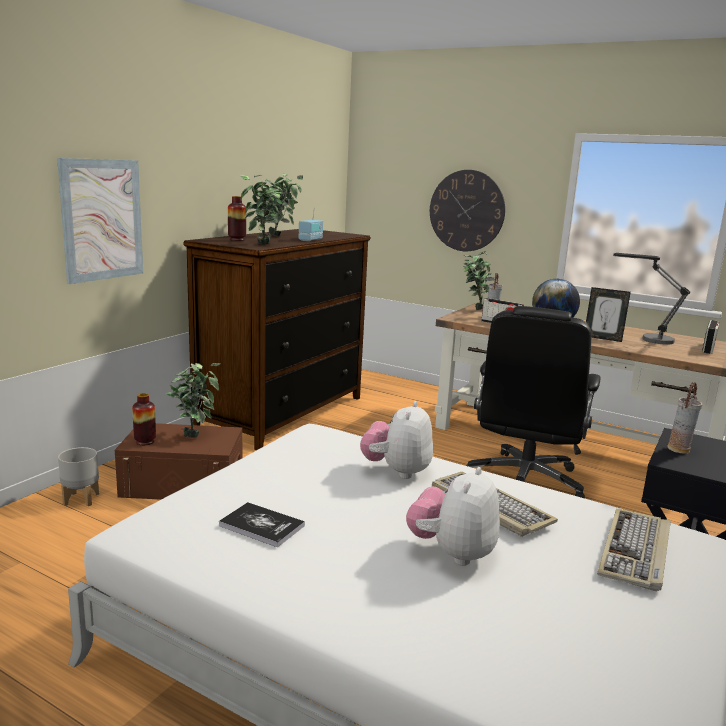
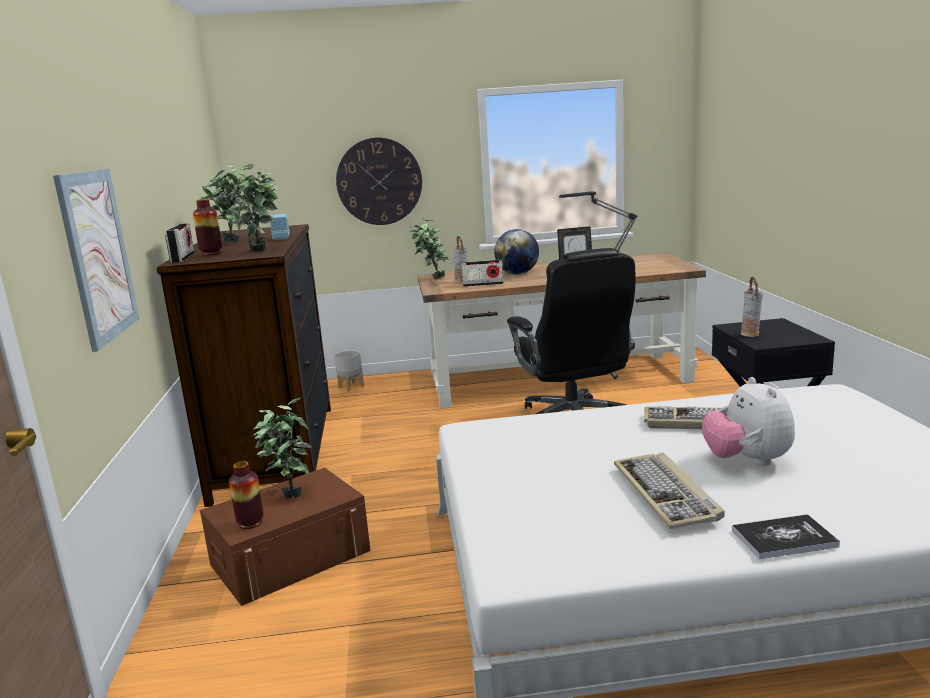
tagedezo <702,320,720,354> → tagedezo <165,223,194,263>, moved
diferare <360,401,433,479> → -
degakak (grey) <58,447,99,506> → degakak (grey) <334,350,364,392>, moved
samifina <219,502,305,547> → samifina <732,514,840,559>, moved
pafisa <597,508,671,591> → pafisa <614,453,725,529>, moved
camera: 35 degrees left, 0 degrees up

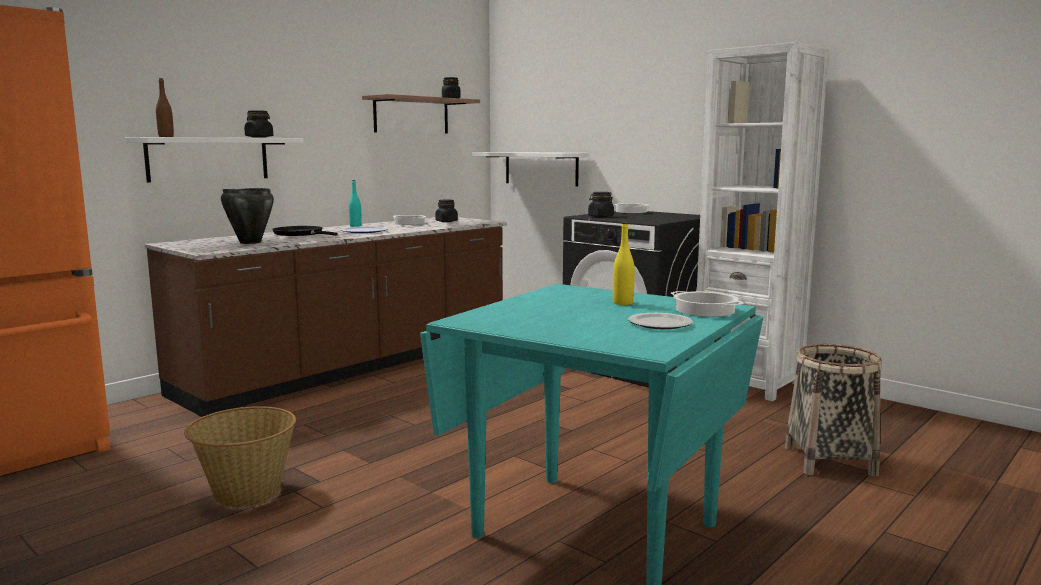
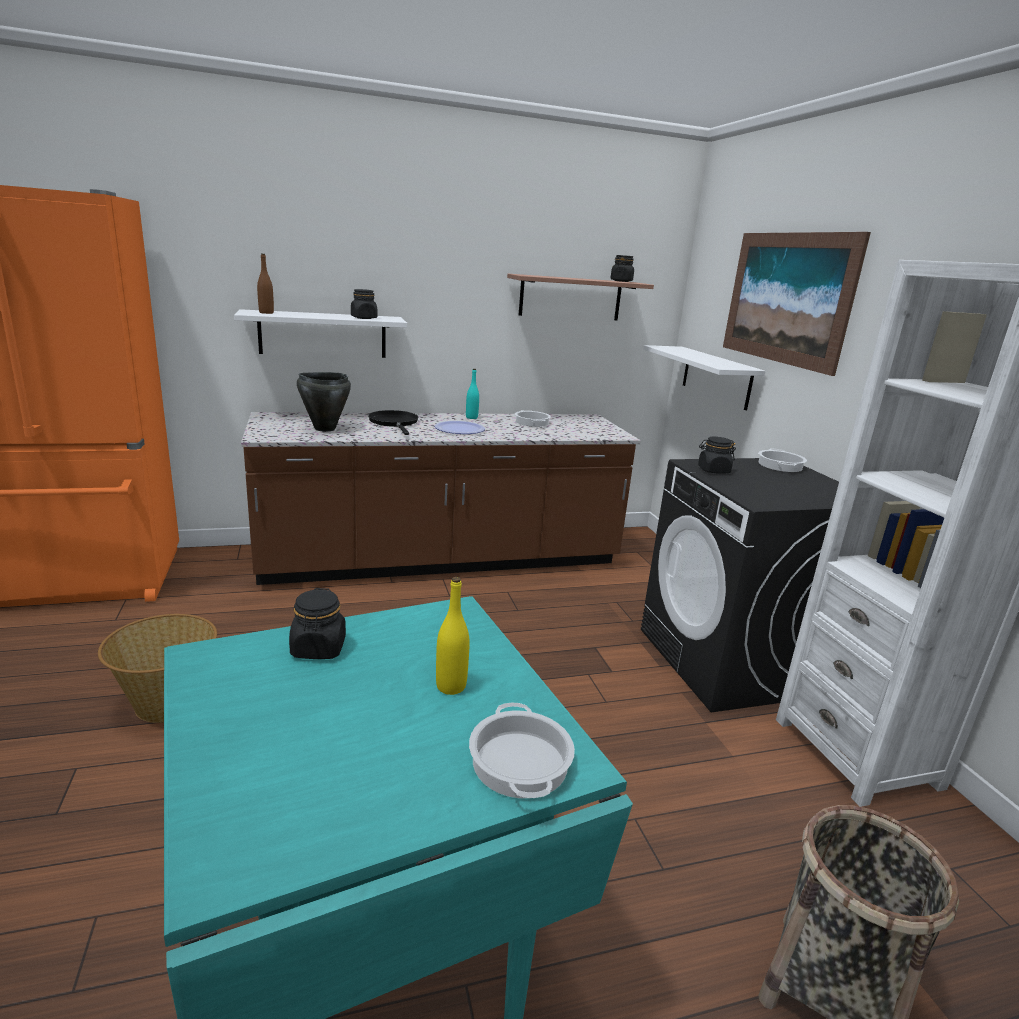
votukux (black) <435,200,458,222> → votukux (black) <289,588,346,659>, moved
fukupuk <628,313,693,329> → -
- → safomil <723,232,871,376>
camera: 30 degrees right, 10 degrees up

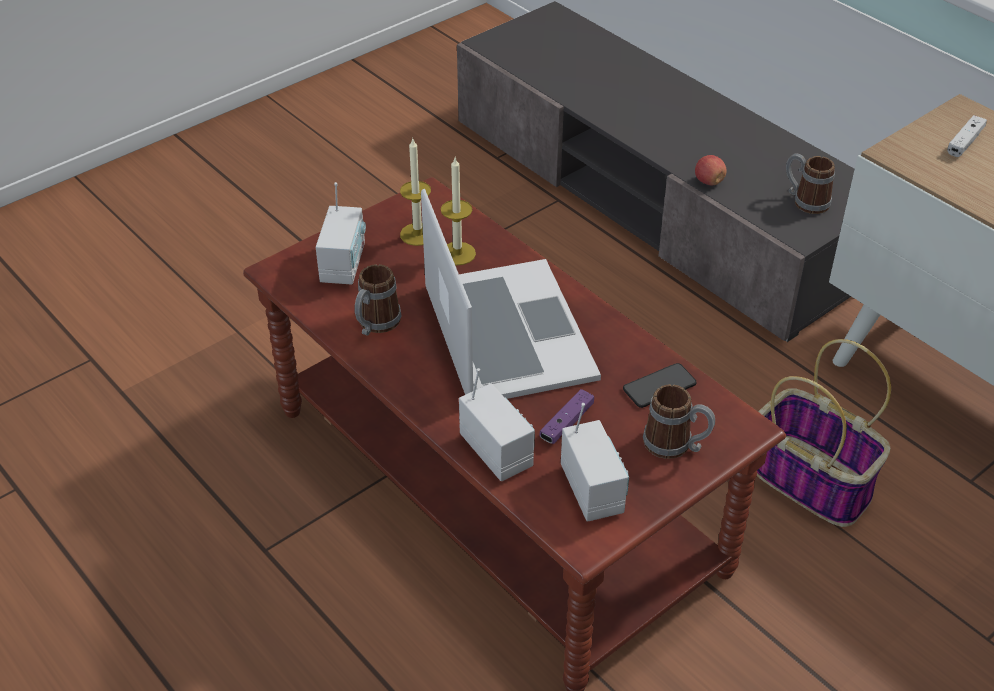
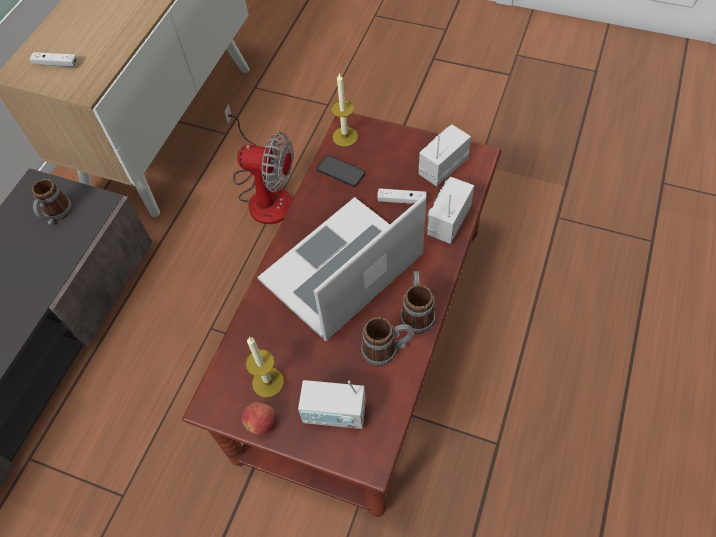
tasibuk <695,155,727,185> → tasibuk <242,402,275,435>, moved
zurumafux <441,157,476,266> → zurumafux <331,73,358,147>, moved
tagedezo <316,182,366,284> → tagedezo <298,380,366,429>, 150 degrees counterclockwise
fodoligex <757,339,891,527> → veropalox <224,104,293,224>
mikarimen <643,384,715,459> → mikarimen <400,271,435,334>, moved
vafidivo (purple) <539,389,594,444> → vafidivo (white) <377,188,427,204>
camera: 115 degrees left, 15 degrees up

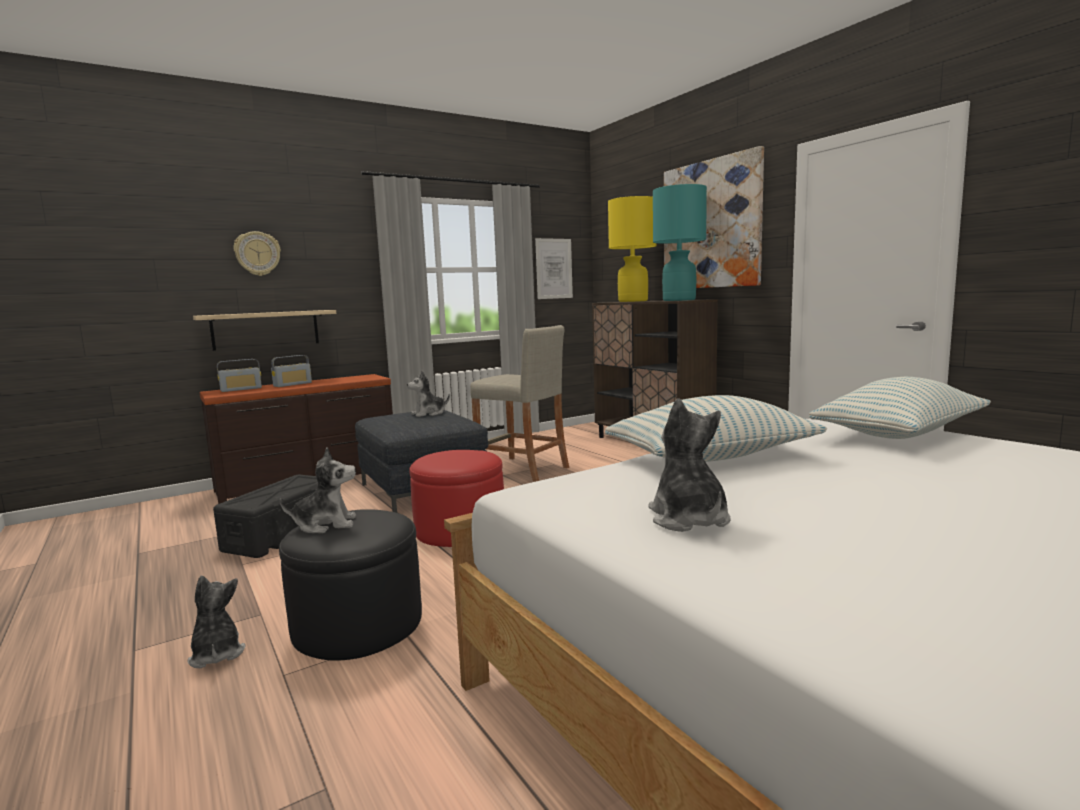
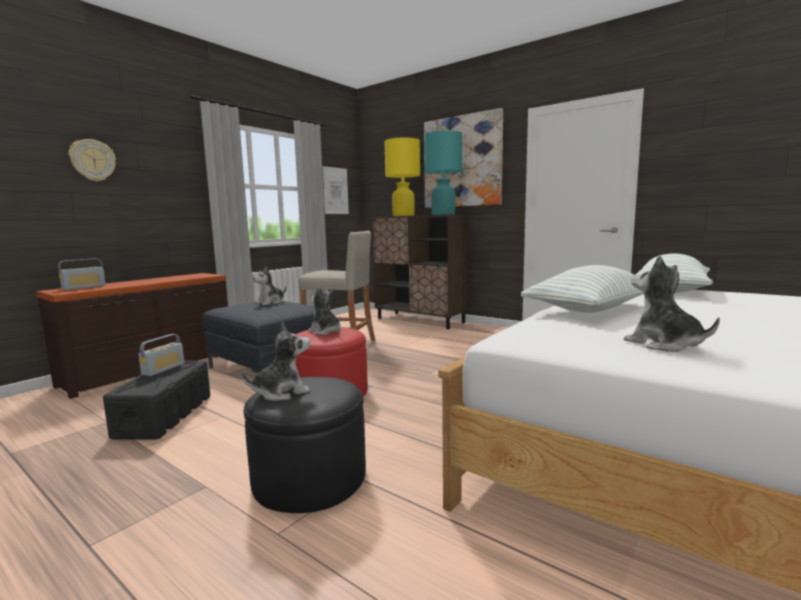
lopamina <193,310,336,351> → -
tagedezo <271,355,312,387> → tagedezo <139,334,184,376>, moved
diferare <187,576,246,668> → diferare <308,287,341,335>, moved
camera: 20 degrees left, 0 degrees up

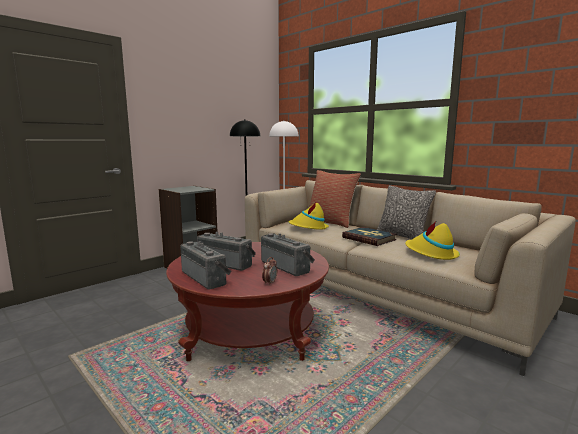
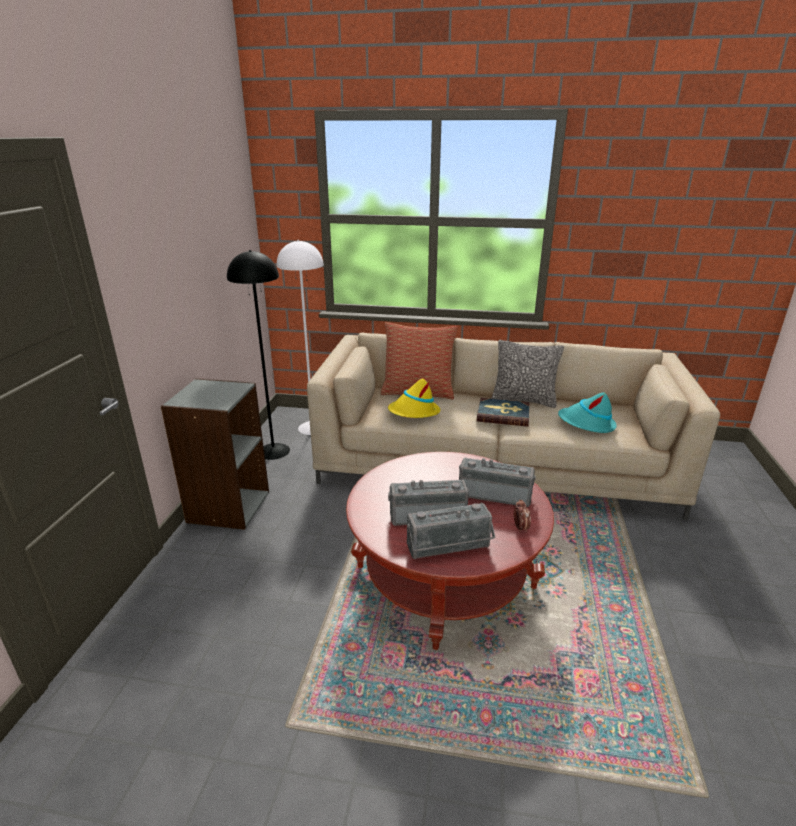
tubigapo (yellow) <405,222,460,260> → tubigapo (turquoise) <558,393,617,433>
tagedezo <180,241,232,290> → tagedezo <407,503,495,559>, 150 degrees clockwise
camera: 35 degrees left, 15 degrees up

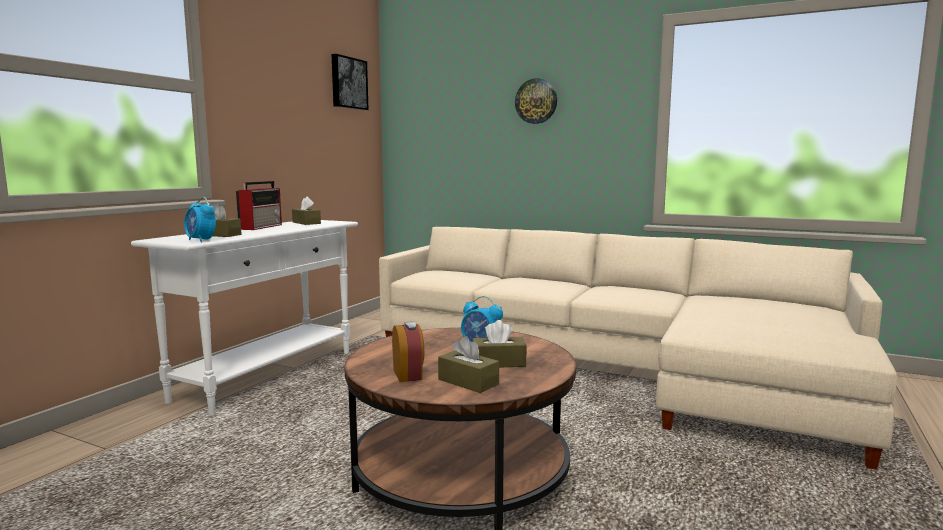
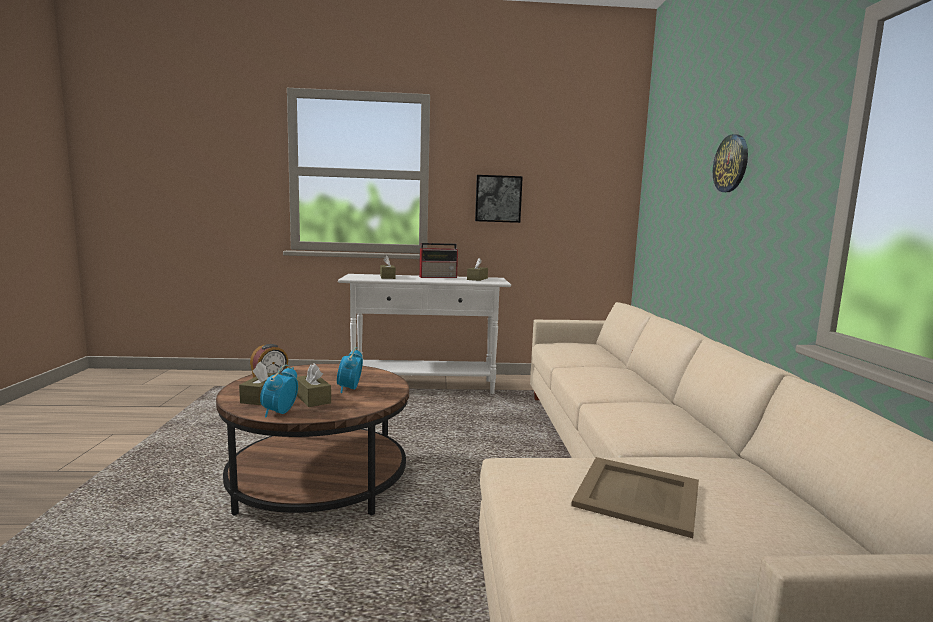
safomil <332,54,369,110> → safomil <475,175,523,223>, moved
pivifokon <184,197,216,243> → pivifokon <260,365,298,418>, moved
- → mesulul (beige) <571,457,699,538>
camera: 60 degrees right, 0 degrees up

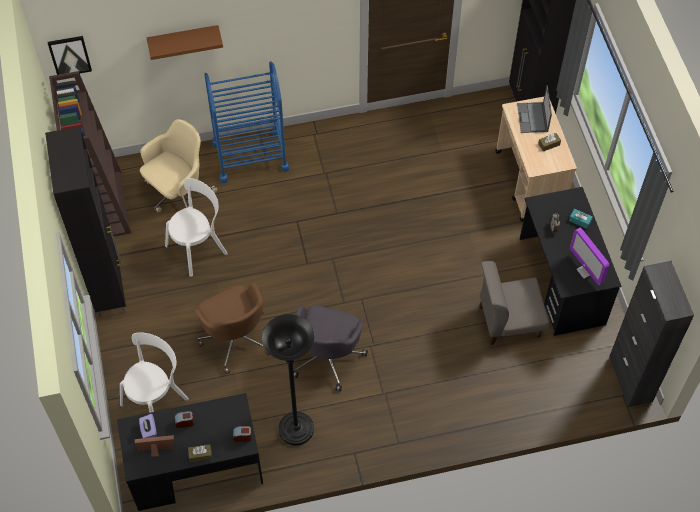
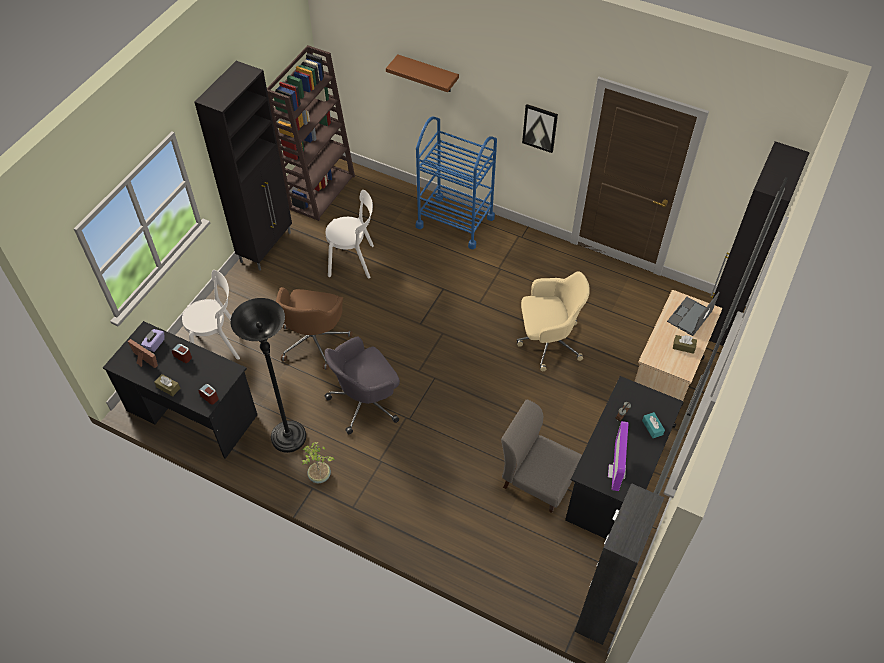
safomil <48,36,92,75> → safomil <522,104,558,153>, moved
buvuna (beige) <140,119,218,213> → buvuna (beige) <517,271,590,371>, moved
- → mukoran <302,442,335,483>
camera: 40 degrees right, 5 degrees down

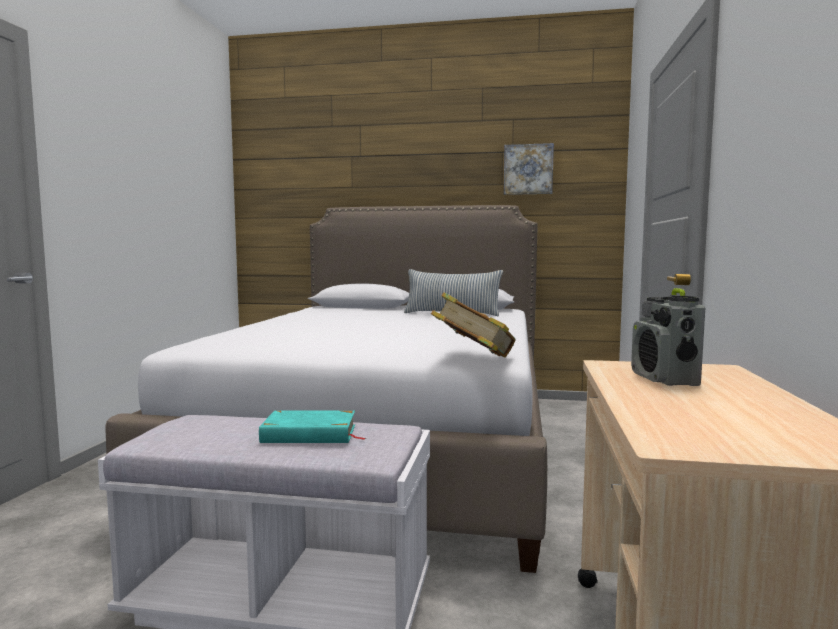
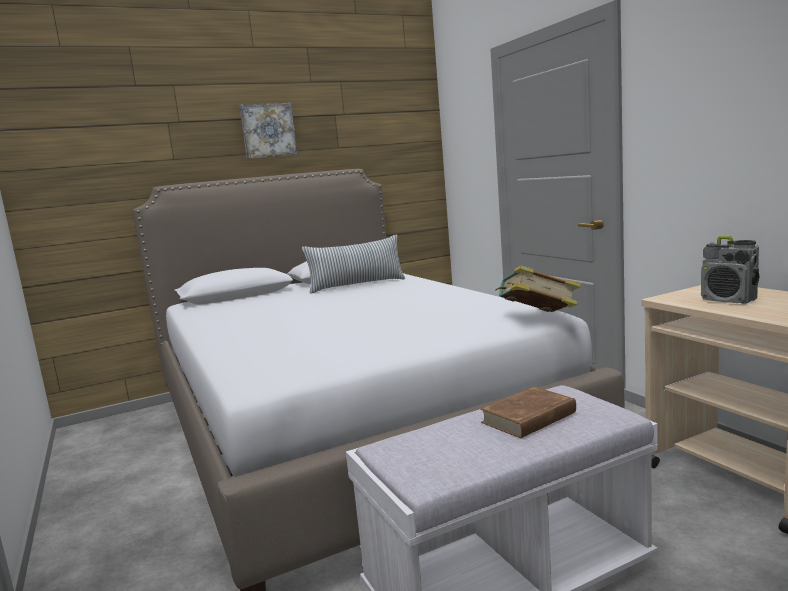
safomil <504,143,554,195> → safomil <240,103,298,159>, moved
samifina (turquoise) <259,411,366,443> → samifina (brown) <480,387,576,438>
camera: 35 degrees left, 5 degrees up

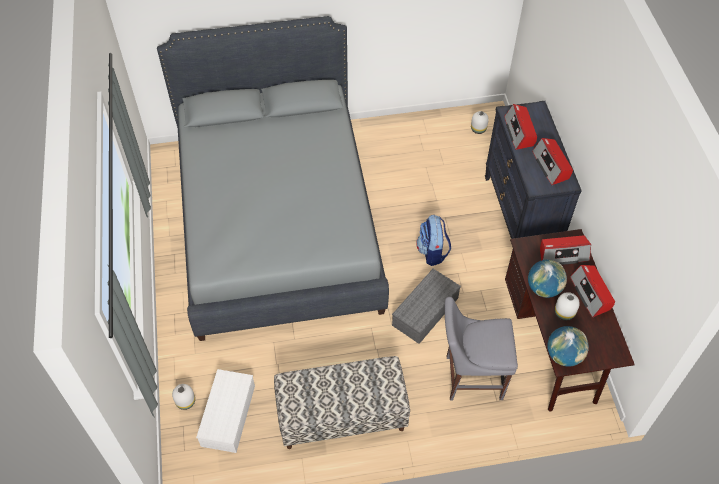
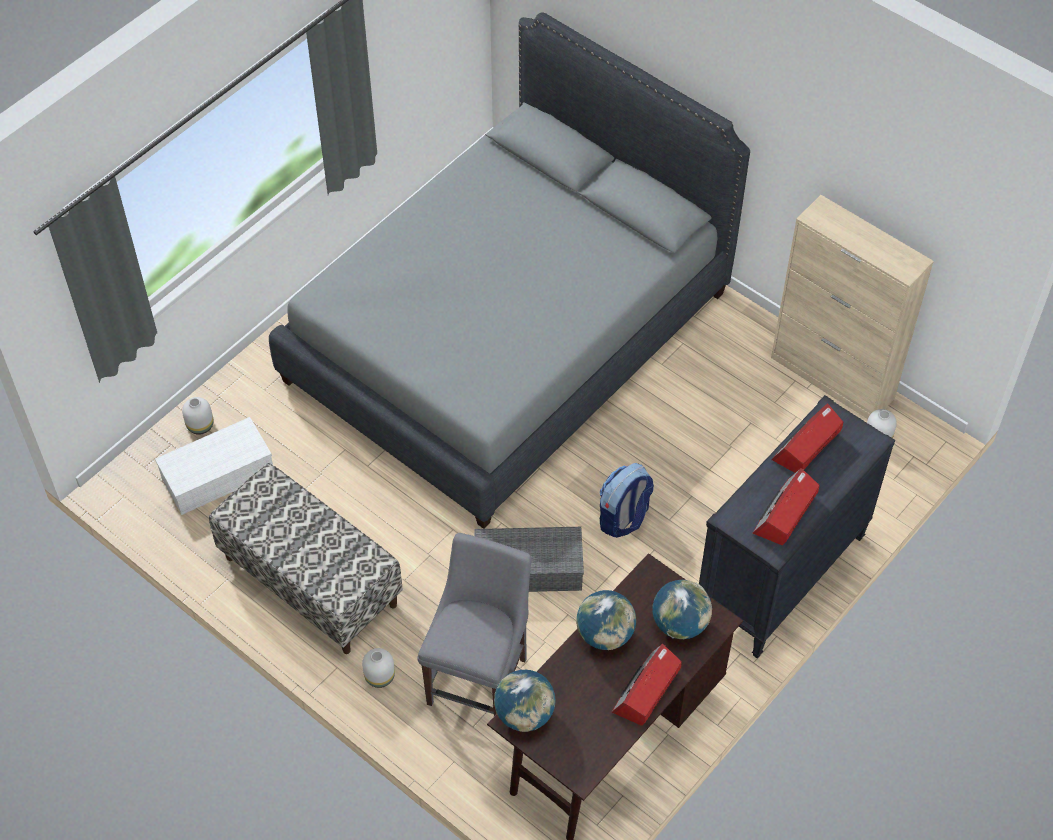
tagedezo <540,235,591,265> → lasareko <652,580,712,639>
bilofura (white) <555,292,580,321> → bilofura (white) <362,648,395,688>, moved
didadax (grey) <445,297,518,401> → didadax (grey) <417,533,531,716>, 60 degrees clockwise
- → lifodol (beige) <771,195,934,419>
camera: 50 degrees right, 0 degrees up

